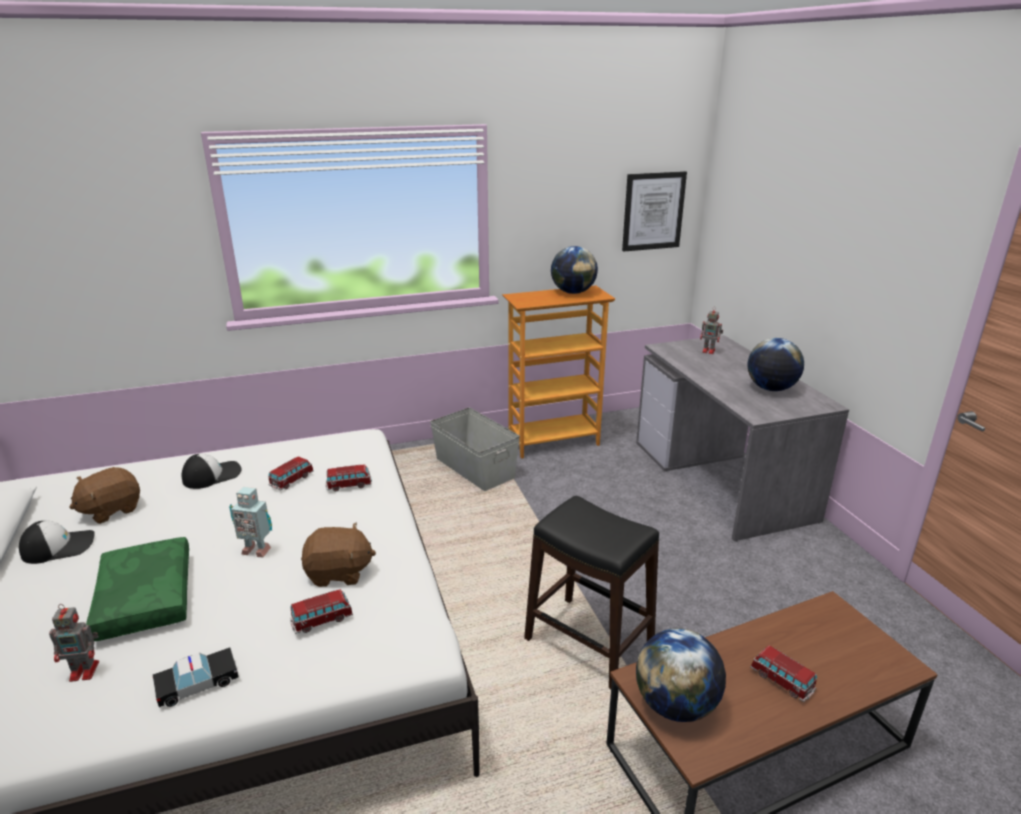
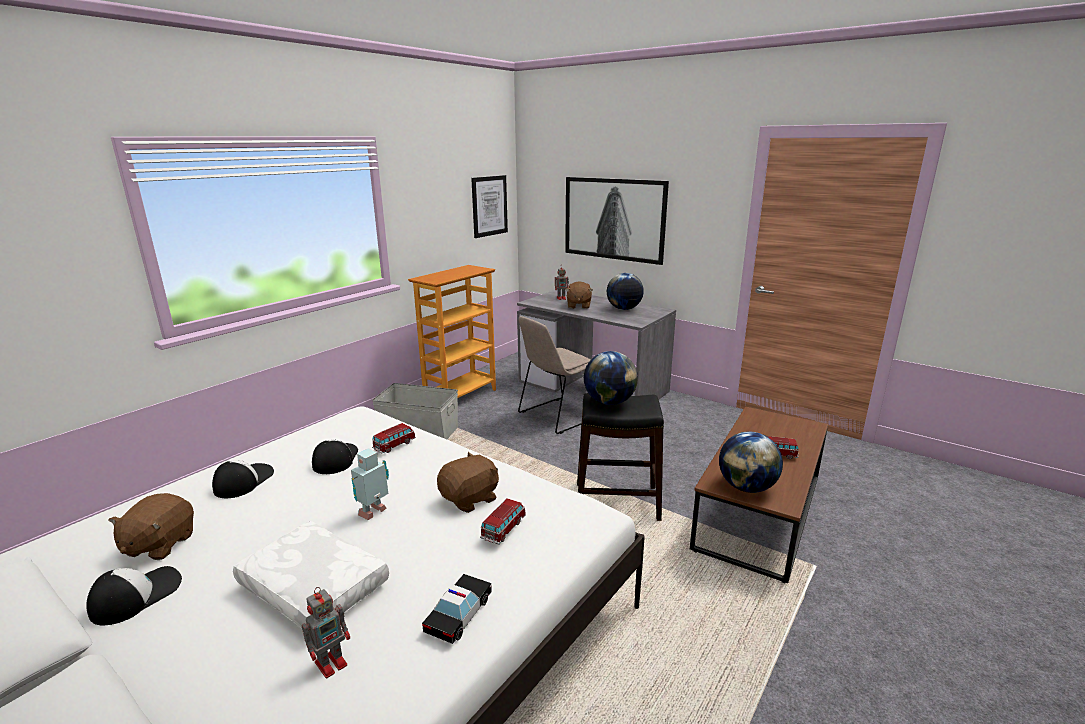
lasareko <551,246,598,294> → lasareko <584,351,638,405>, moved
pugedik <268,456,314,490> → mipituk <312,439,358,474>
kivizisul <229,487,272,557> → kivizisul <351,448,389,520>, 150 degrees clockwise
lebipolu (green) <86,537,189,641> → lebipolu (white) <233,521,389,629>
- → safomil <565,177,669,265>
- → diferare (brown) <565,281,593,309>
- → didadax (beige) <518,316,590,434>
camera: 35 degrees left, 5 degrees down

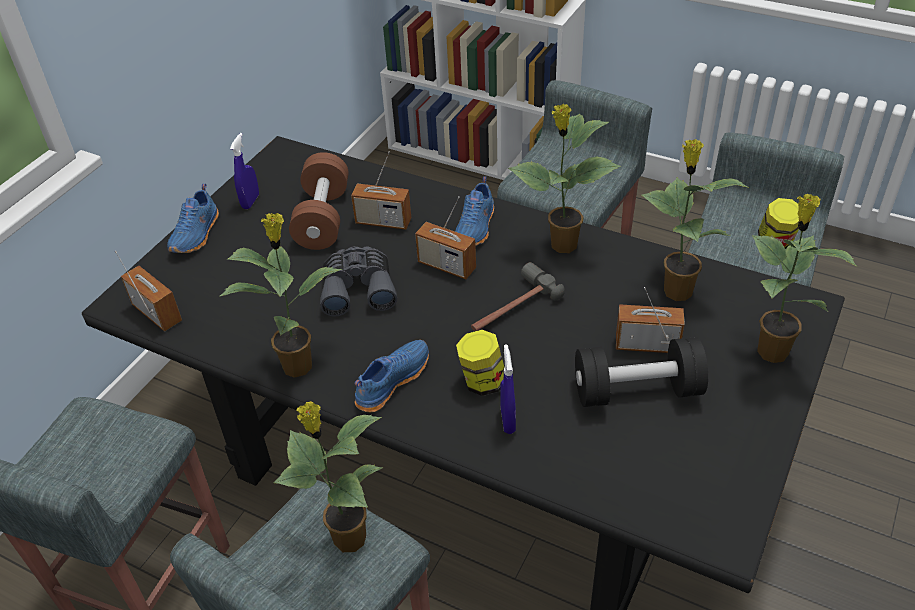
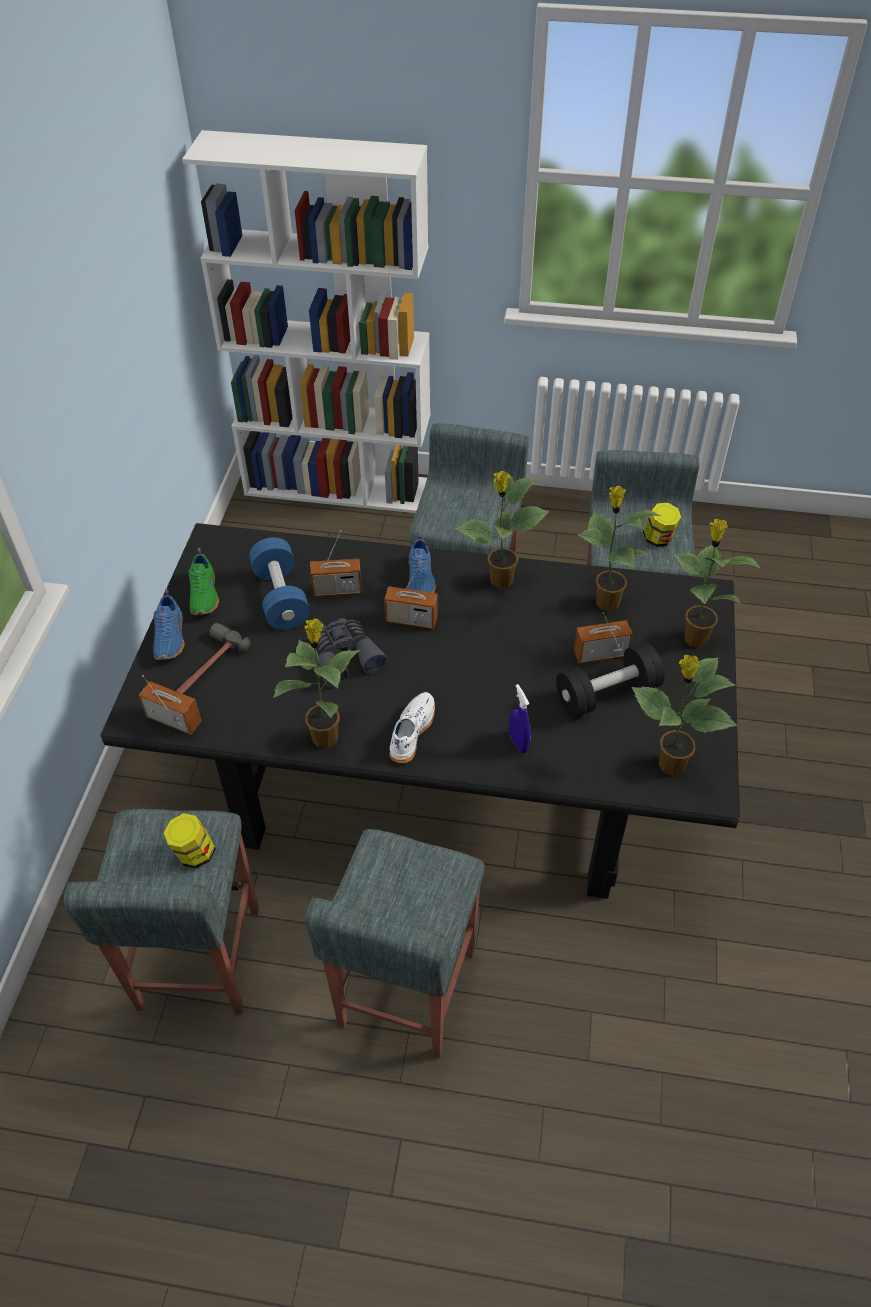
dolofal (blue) <230,133,259,209> → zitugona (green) <188,548,219,615>
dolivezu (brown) <289,152,349,250> → dolivezu (blue) <249,537,310,630>
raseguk <471,262,565,331> → raseguk <176,623,250,694>, moved
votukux <456,330,504,396> → votukux <163,813,216,868>, moved
zitugona (blue) <355,340,429,412> → zitugona (white) <389,692,435,763>
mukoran <274,401,383,552> → mukoran <632,655,737,776>, moved
camera: 20 degrees left, 5 degrees up

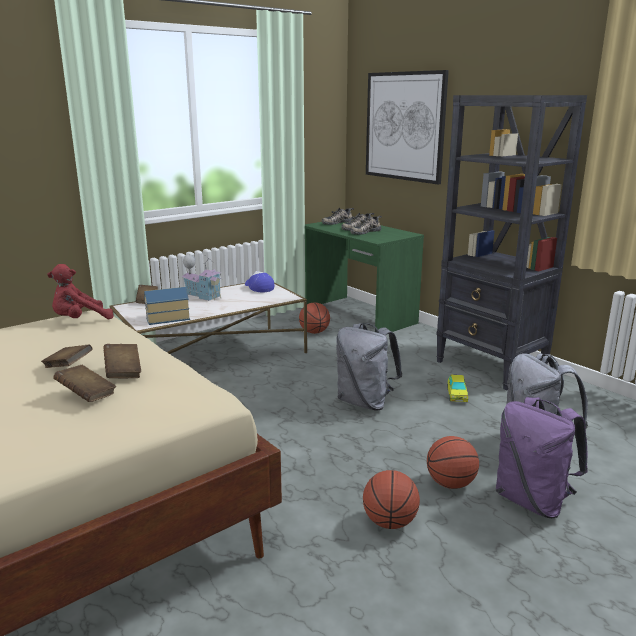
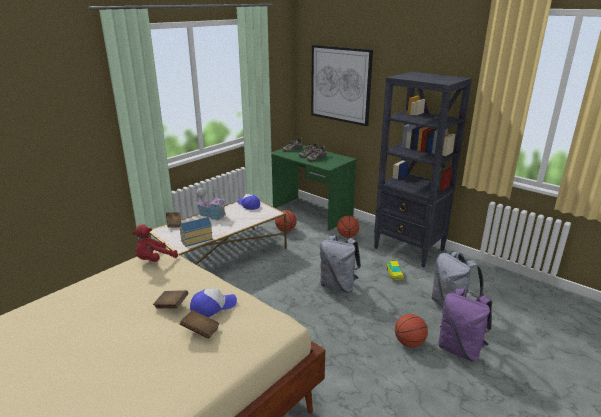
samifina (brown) <103,344,141,378> → mipituk <190,289,237,317>
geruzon <363,470,420,529> → geruzon <337,216,359,238>, moved
camera: 10 degrees left, 5 degrees up

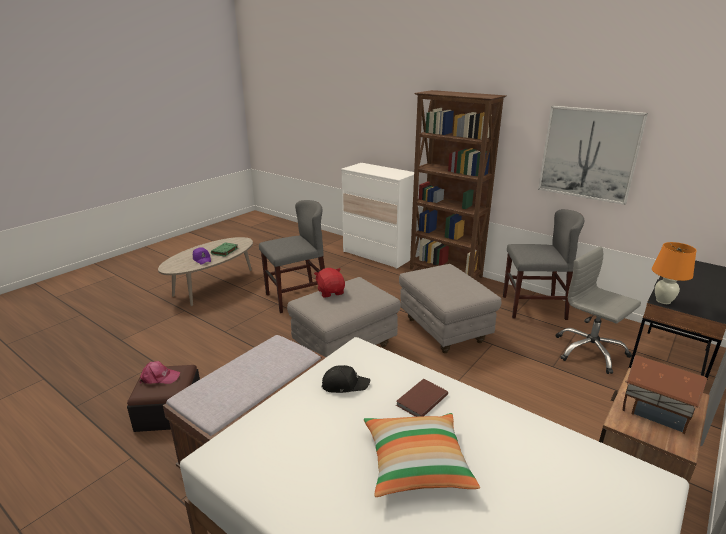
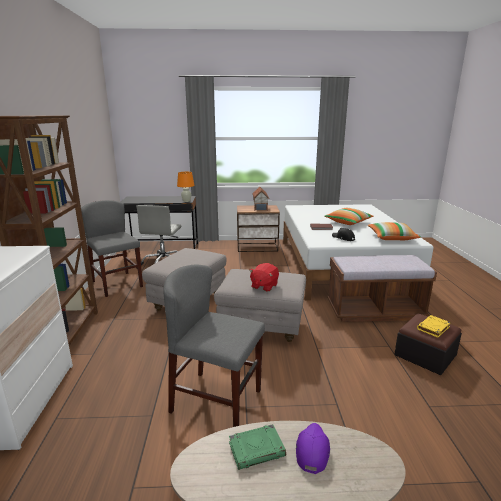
safomil <538,106,648,205> → -
mipituk (pink) <139,361,180,384> → samifina (yellow) <417,315,451,338>
- → lebipolu <368,222,421,240>
camera: 130 degrees left, 5 degrees down

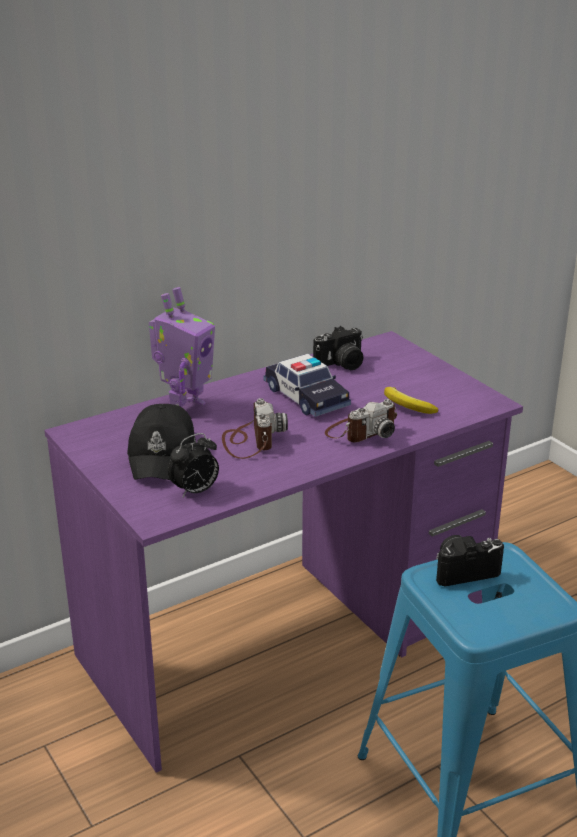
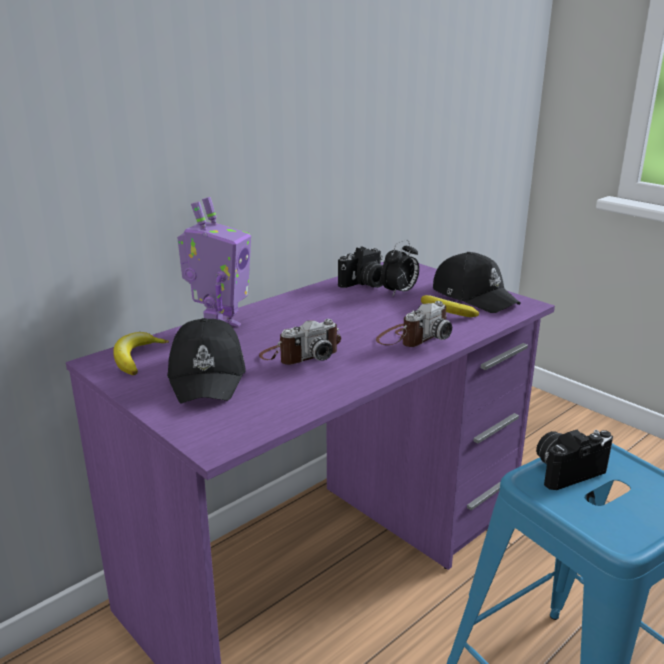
pugedik <263,354,351,417> → -
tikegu <222,398,288,459> → tikegu <259,319,341,365>, 75 degrees clockwise
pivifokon <168,433,219,498> → pivifokon <381,240,419,297>, moved
- → mipituk (black) <433,252,521,313>
- → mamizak <113,332,169,375>
camera: 10 degrees left, 5 degrees down

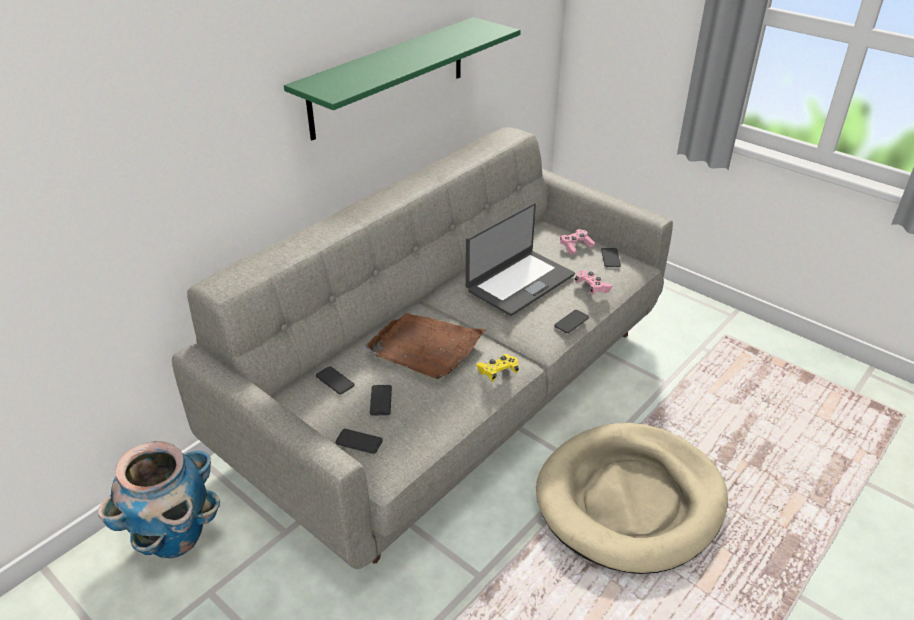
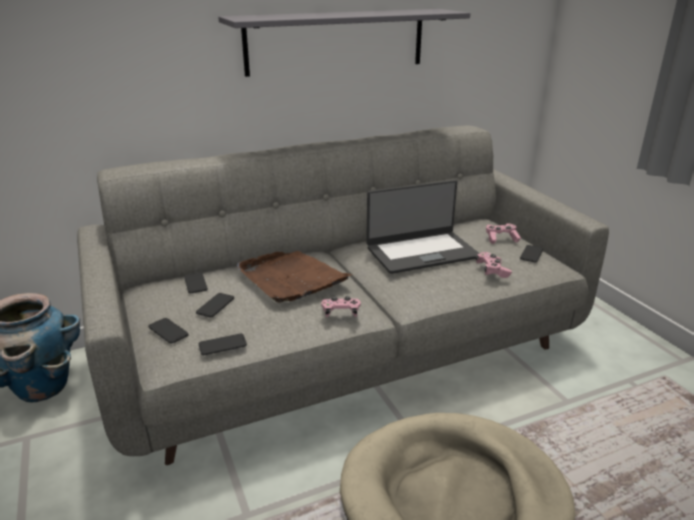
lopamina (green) <284,17,521,140> → lopamina (grey) <218,9,470,77>
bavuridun <554,310,589,333> → bavuridun <198,334,247,355>, moved
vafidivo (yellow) <476,354,519,382> → vafidivo (pink) <321,296,361,317>
camera: 25 degrees right, 10 degrees down

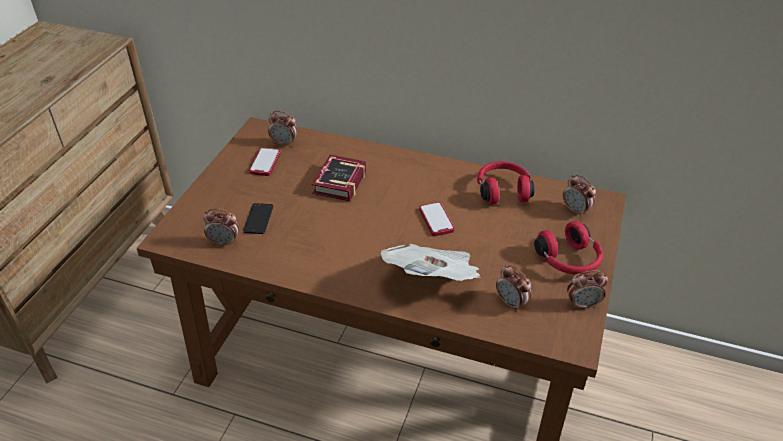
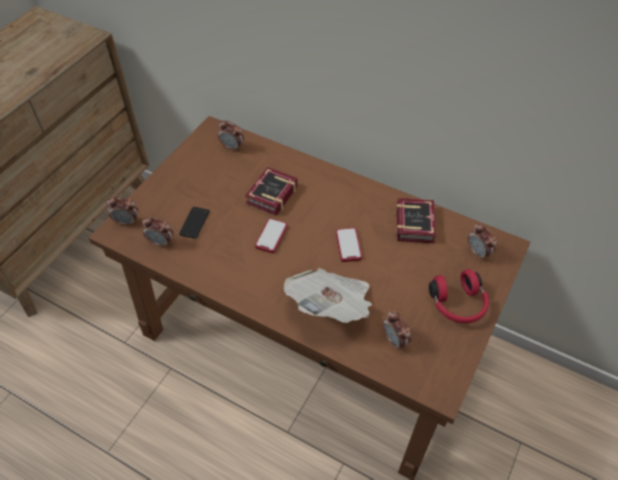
bavuridun <249,148,281,176> → bavuridun <255,218,288,253>, moved
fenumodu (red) <477,161,535,205> → samifina <396,198,436,243>
pivifokon <567,270,608,309> → pivifokon <107,196,138,226>, moved
camera: 10 degrees right, 10 degrees up

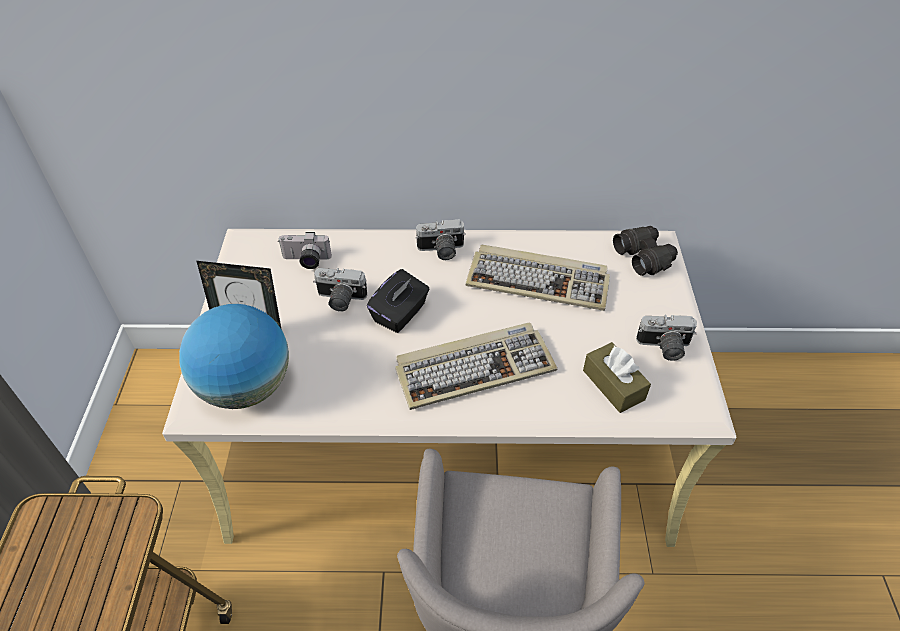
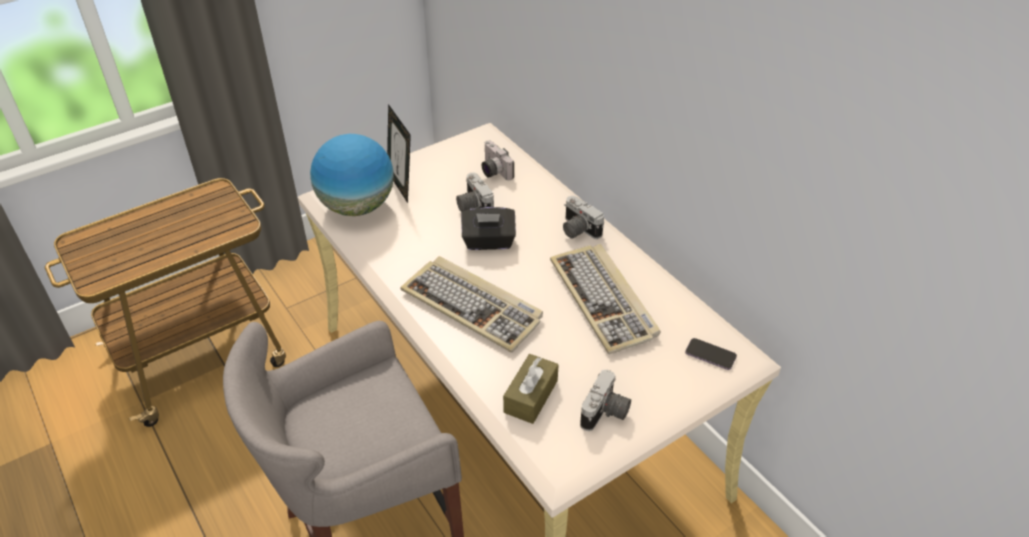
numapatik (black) <613,226,678,276> → bavuridun <685,338,737,370>
tikegu <636,315,697,361> → tikegu <580,370,631,431>, 120 degrees counterclockwise
camera: 55 degrees right, 5 degrees down

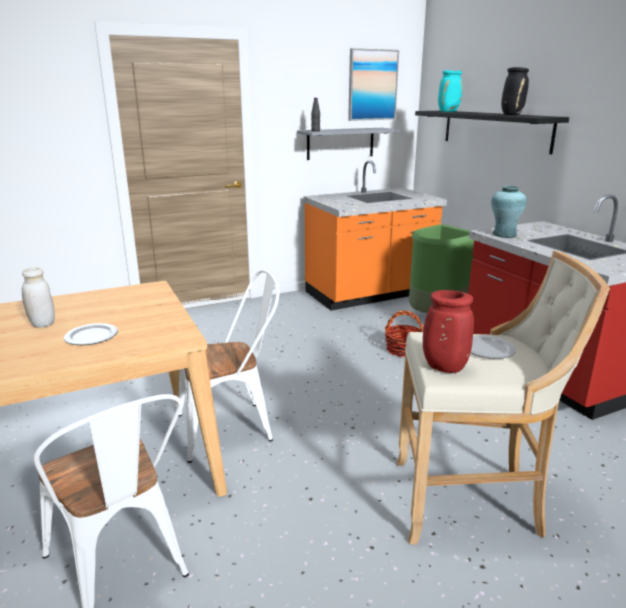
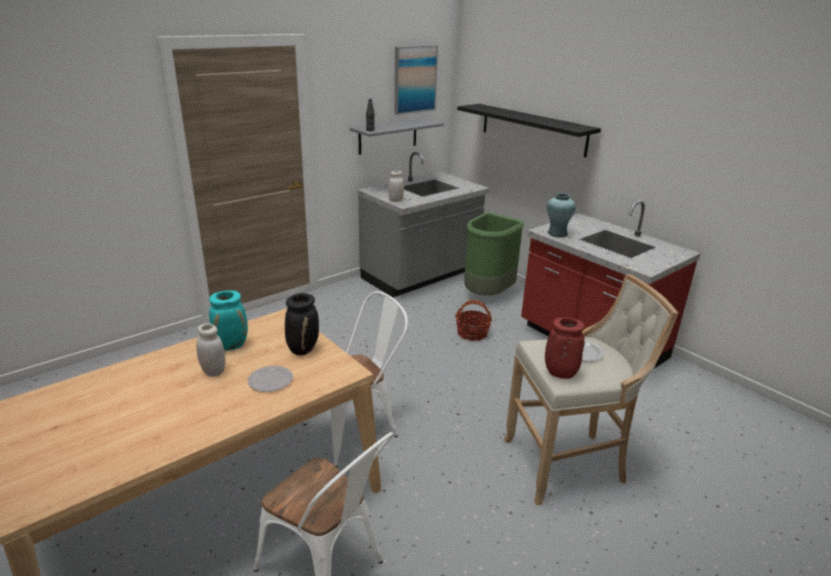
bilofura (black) <501,67,529,115> → bilofura (black) <285,293,319,355>, moved
bilofura (turquoise) <438,70,463,112> → bilofura (turquoise) <209,290,248,351>, moved
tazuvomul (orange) <303,160,447,311> → tazuvomul (grey) <357,152,490,297>
- → votukux (white) <388,171,404,202>
camera: 15 degrees left, 5 degrees up

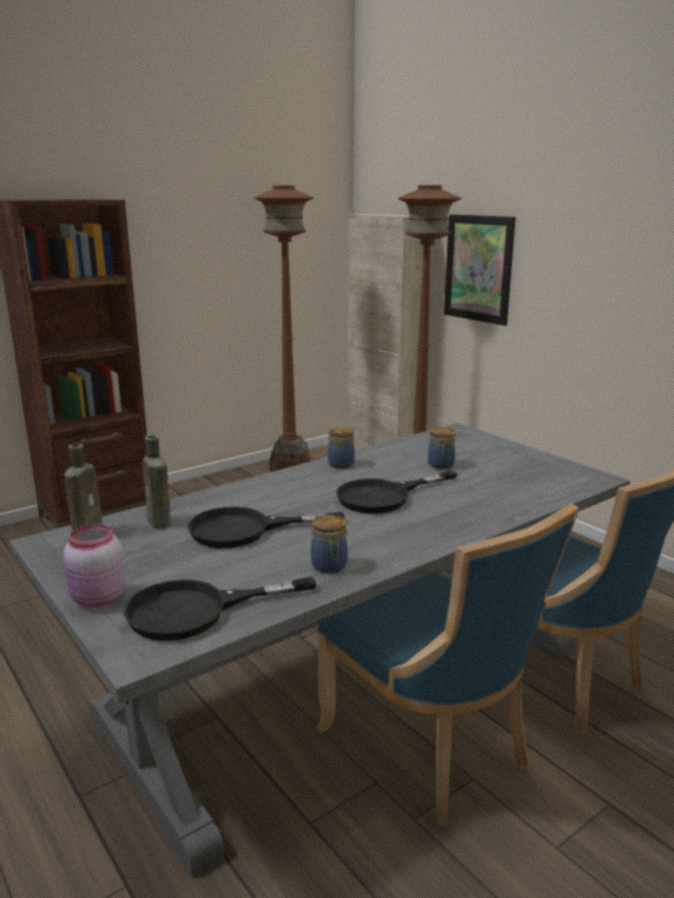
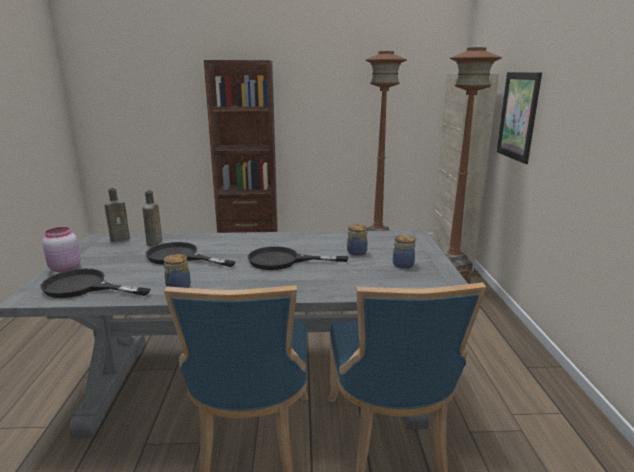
votukux <328,427,355,469> → votukux <393,235,415,269>, moved
camera: 35 degrees right, 0 degrees up

